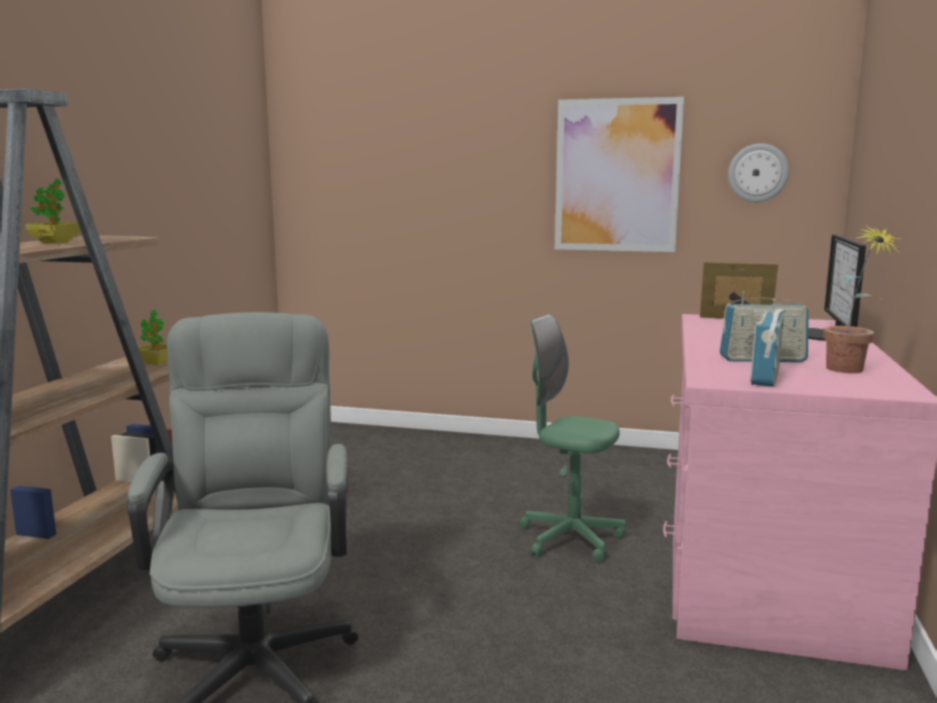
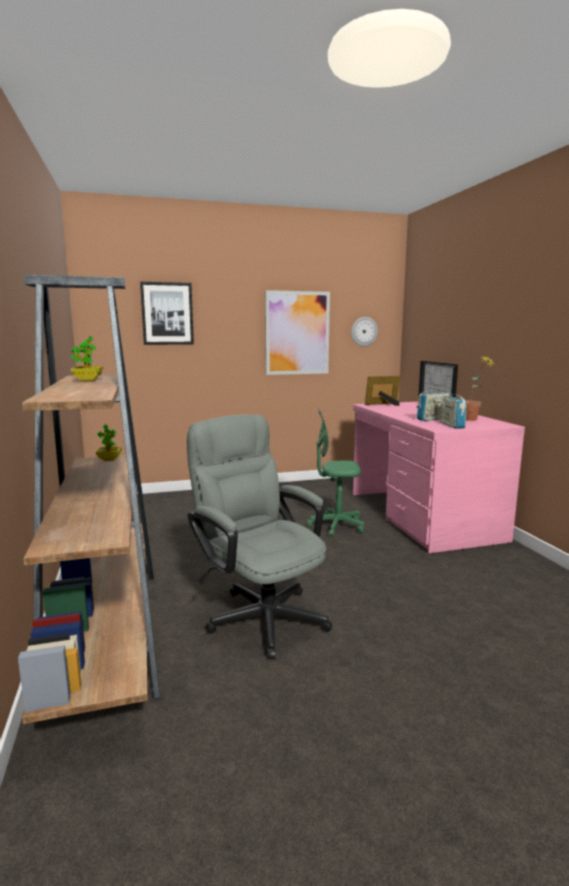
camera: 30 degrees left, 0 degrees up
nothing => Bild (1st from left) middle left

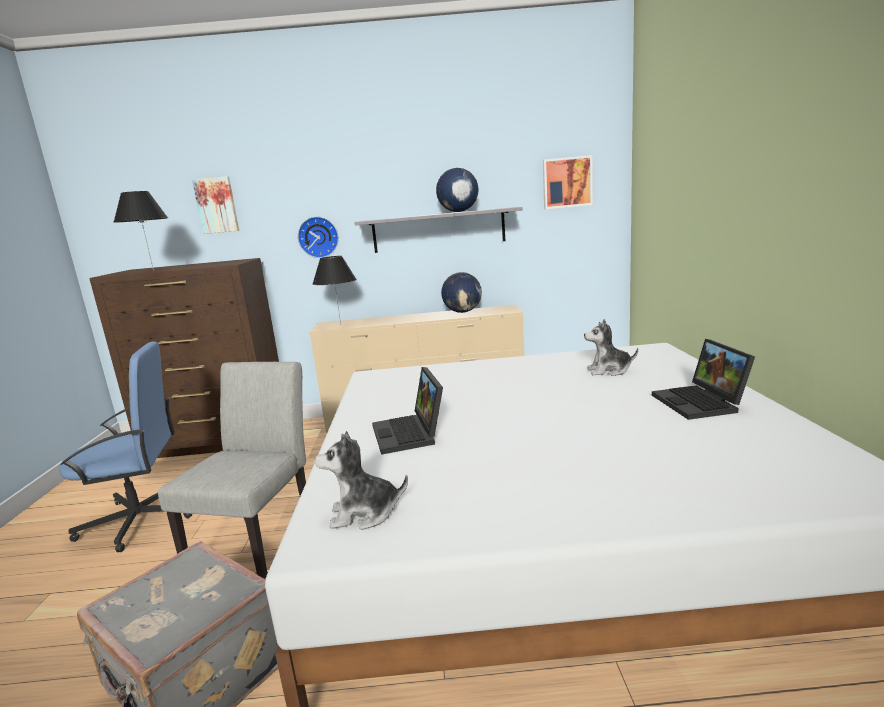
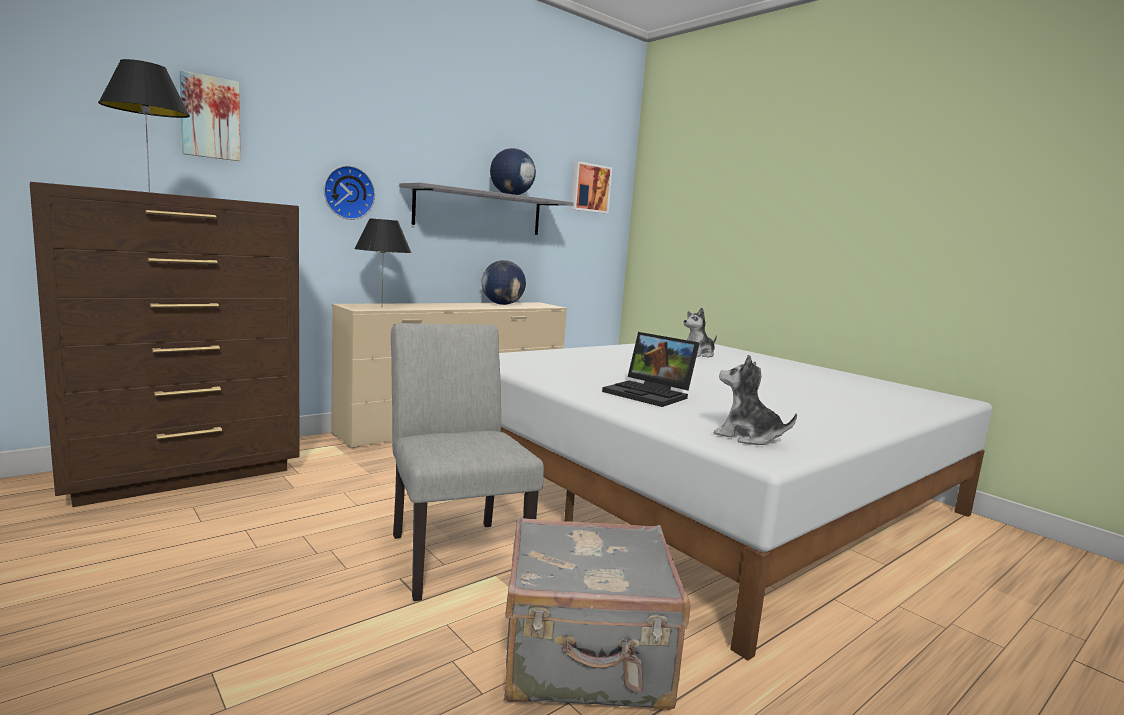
camera: 40 degrees left, 5 degrees down
Laptop (2nd from left) middle right => nothing
Bürostuhl (blau) middle left => nothing
Plüschtier (1st from left in the first image) bottom centre => Plüschtier (2nd from left) middle right, 75 degrees clockwise

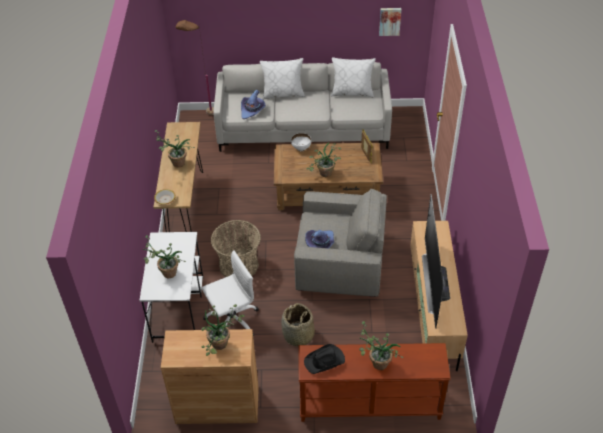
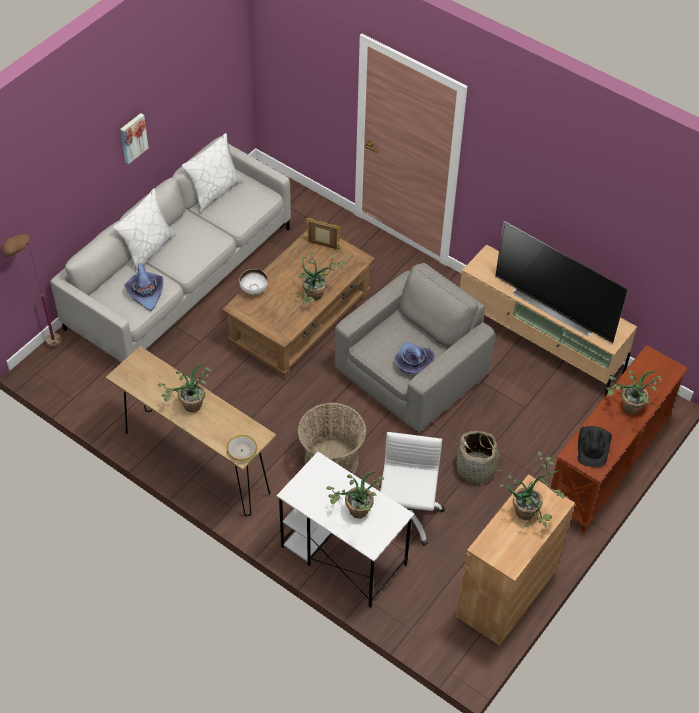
camera: 55 degrees left, 5 degrees up
Bild top centre => Bild top left, move

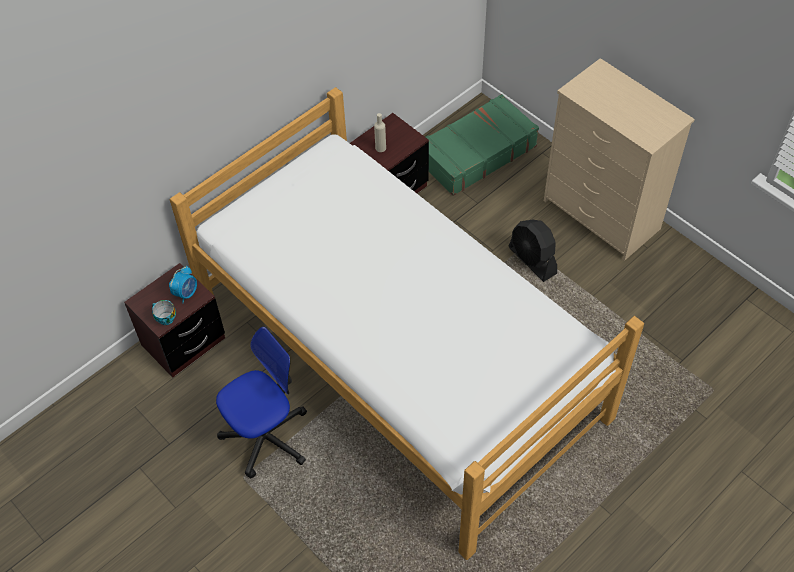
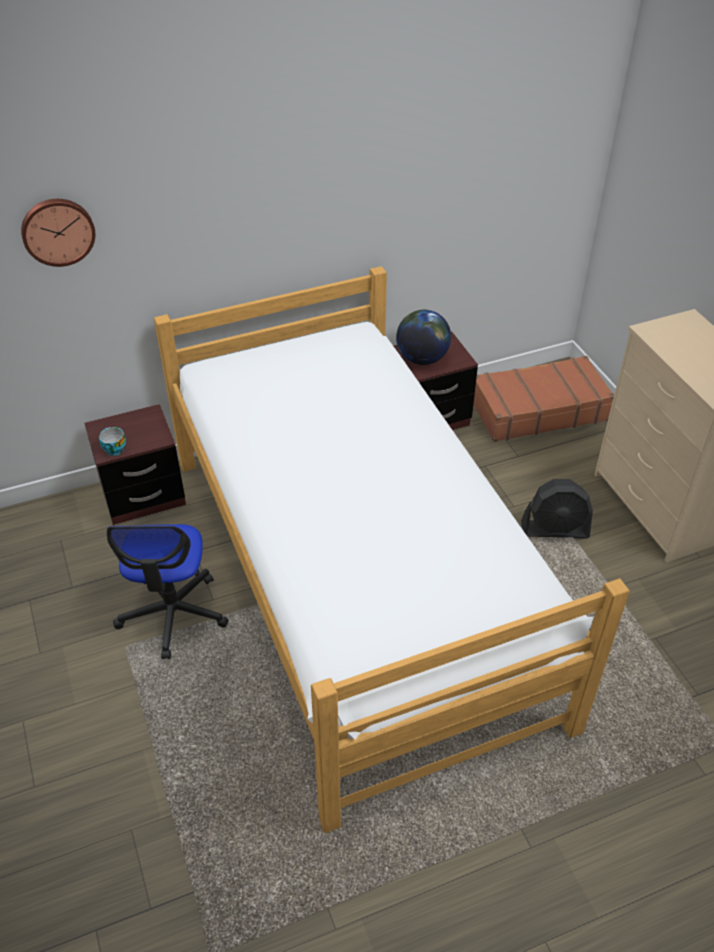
camera: 20 degrees right, 10 degrees down
Koffer (grün) top centre => Koffer (braun) middle right
Flasche (beige) top centre => Globus centre
Ventilator (schwarz) middle right, 75 degrees counterclockwise
Wecker middle left => nothing
Bürostuhl bottom left => Bürostuhl middle left, 105 degrees clockwise
nothing => Wanduhr top left

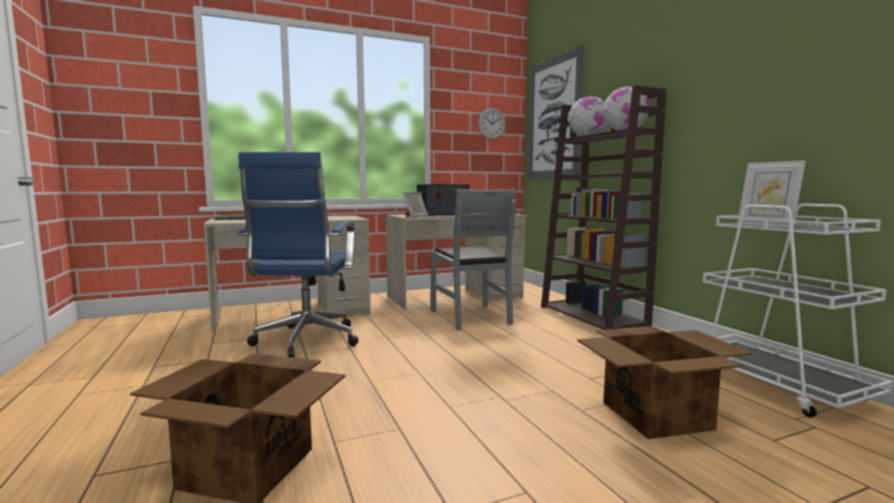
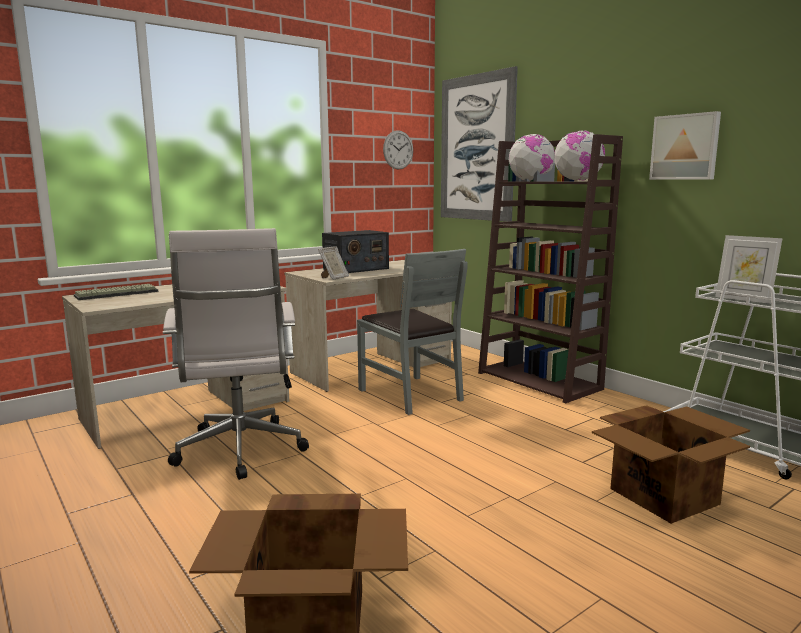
camera: 15 degrees left, 5 degrees up
Bürostuhl (blau) middle left => Bürostuhl (weiß) middle left
nothing => Bild (2nd from left) top right

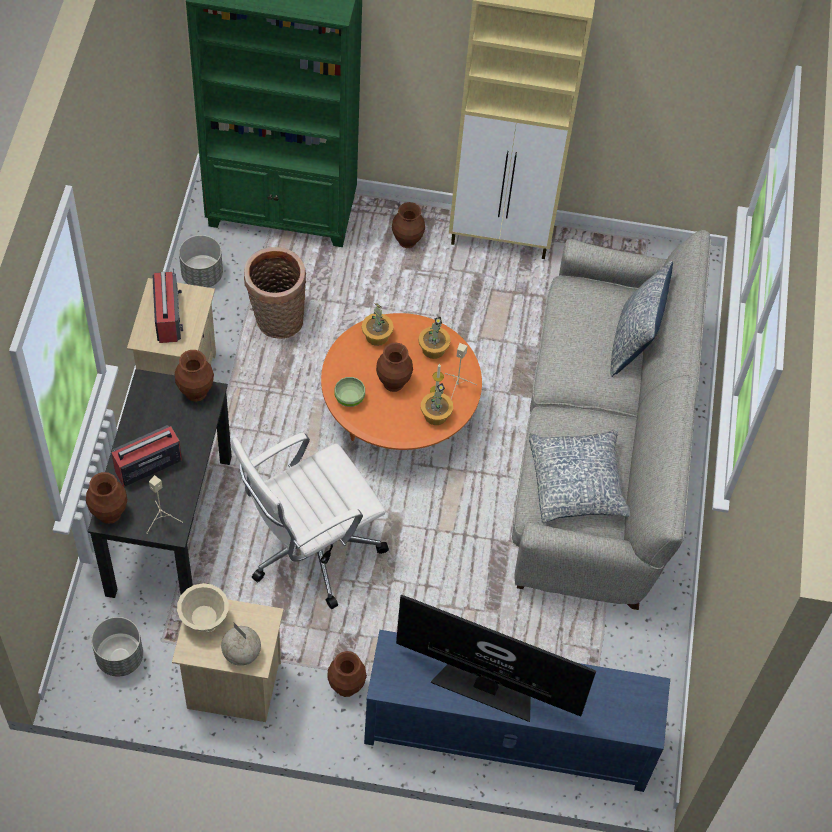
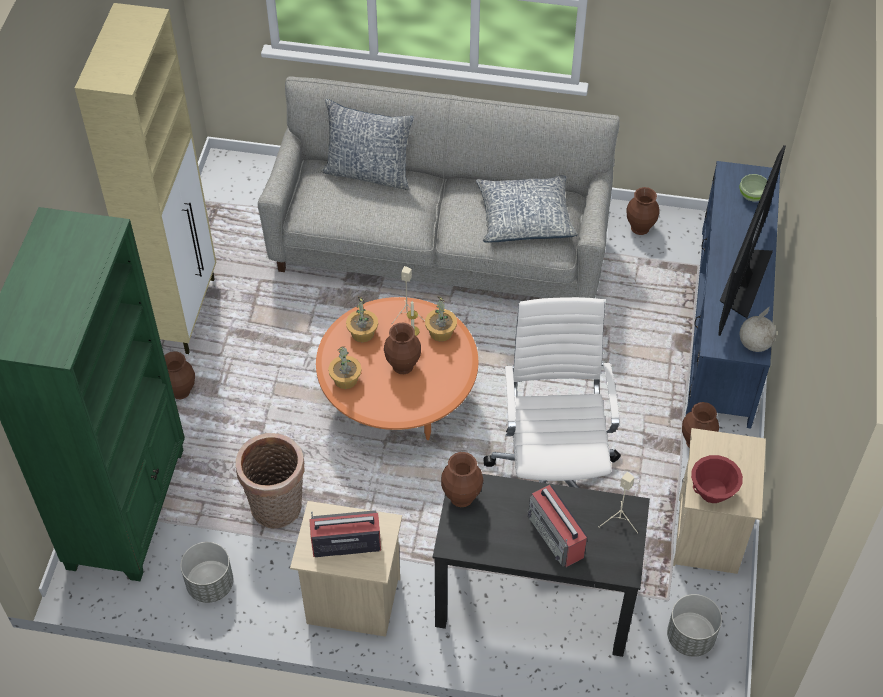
camera: 85 degrees left, 5 degrees down
Schüssel (grün) centre => Schüssel (grün) top right, move
Bürostuhl (weiß) centre, 150 degrees counterclockwise
Vase (braun) (1st from left in the first image) middle left => Vase (braun) (4th from left) top right, move
Schüssel (beige) bottom left => Schüssel (rot) bottom right
Globus bottom left => Globus middle right, move

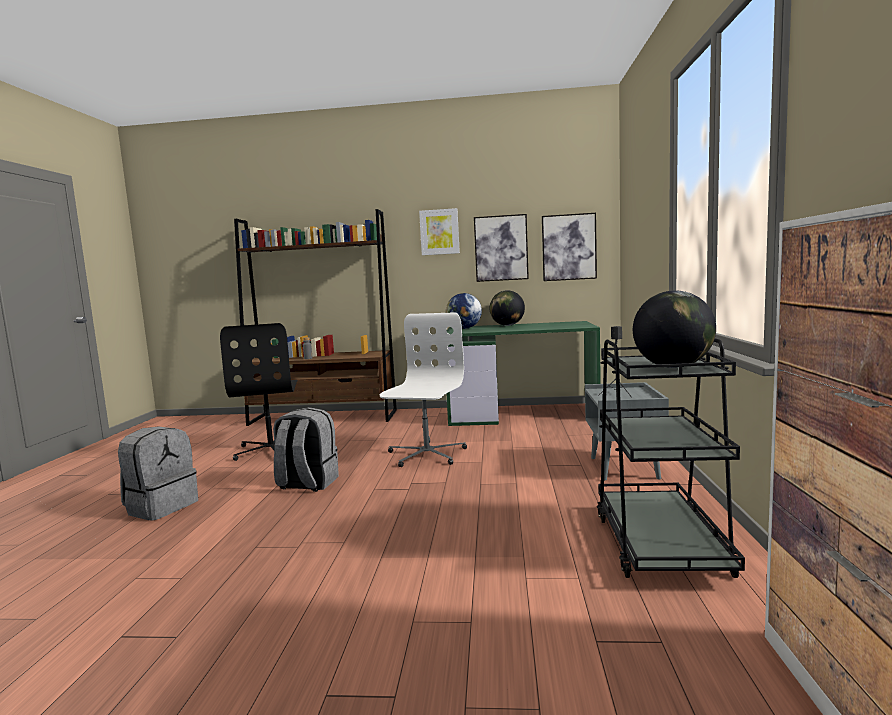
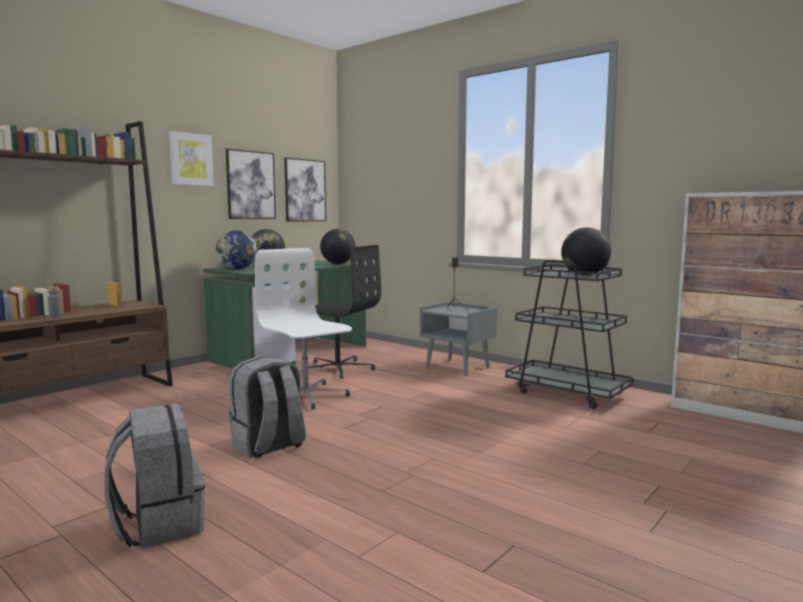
camera: 55 degrees left, 0 degrees up
Bürostuhl (schwarz) middle left => Bürostuhl (schwarz) centre, move
nothing => Globus (3rd from left) centre

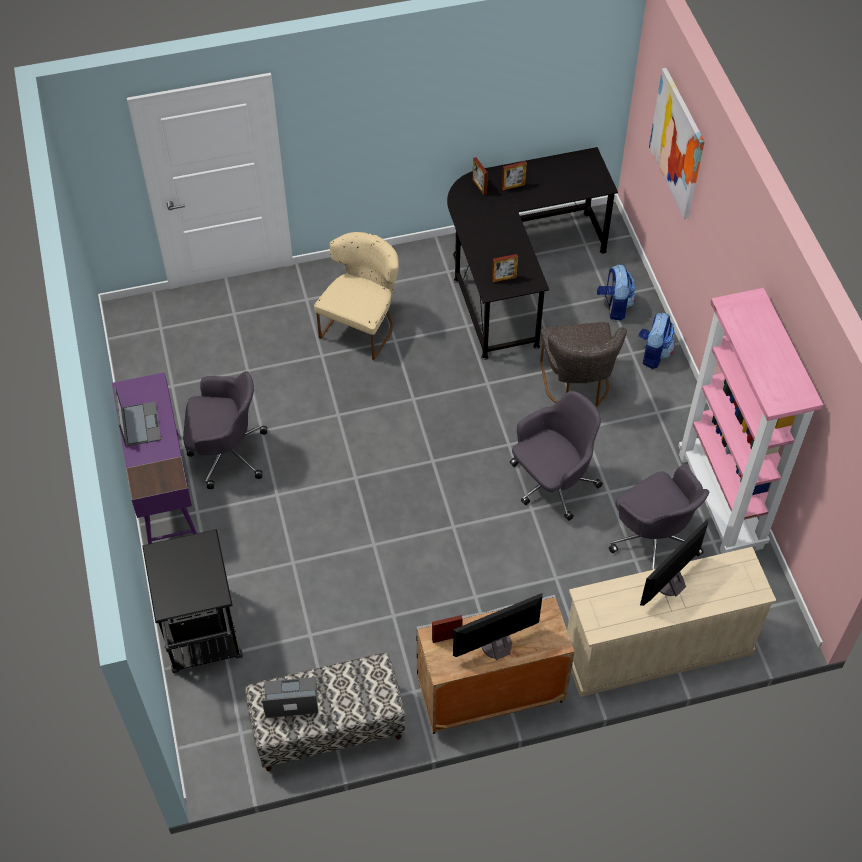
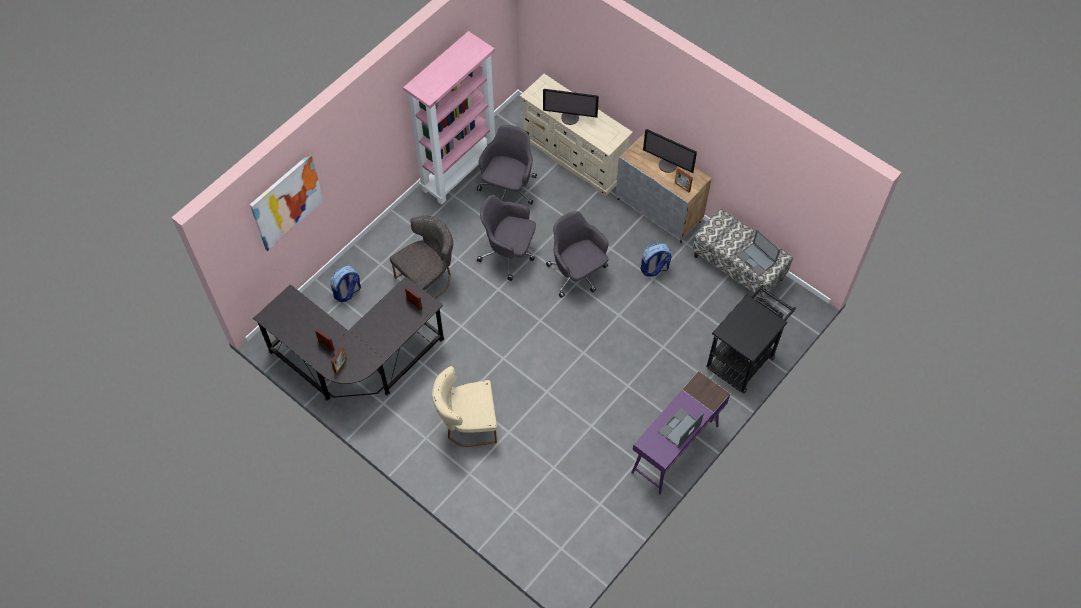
camera: 125 degrees left, 5 degrees up
Rucksack (2nd from left) middle right => Rucksack (2nd from left) centre, move
Bürostuhl (grau) (1st from left in the first image) middle left => Bürostuhl (grau) (3rd from left) centre, move

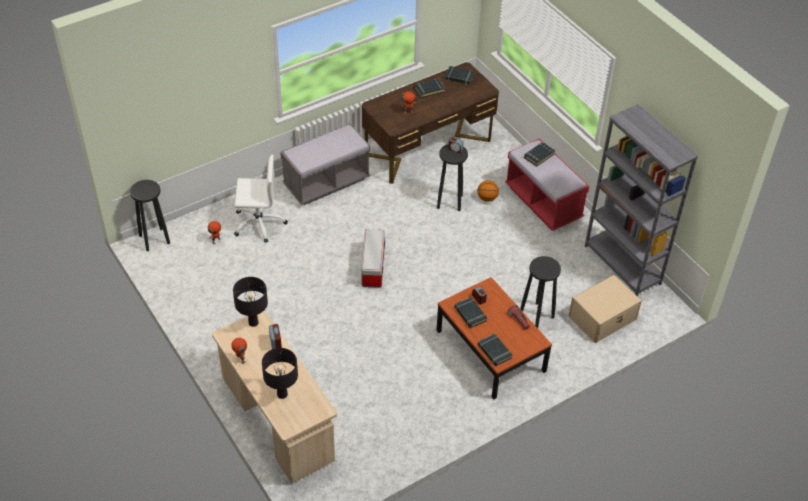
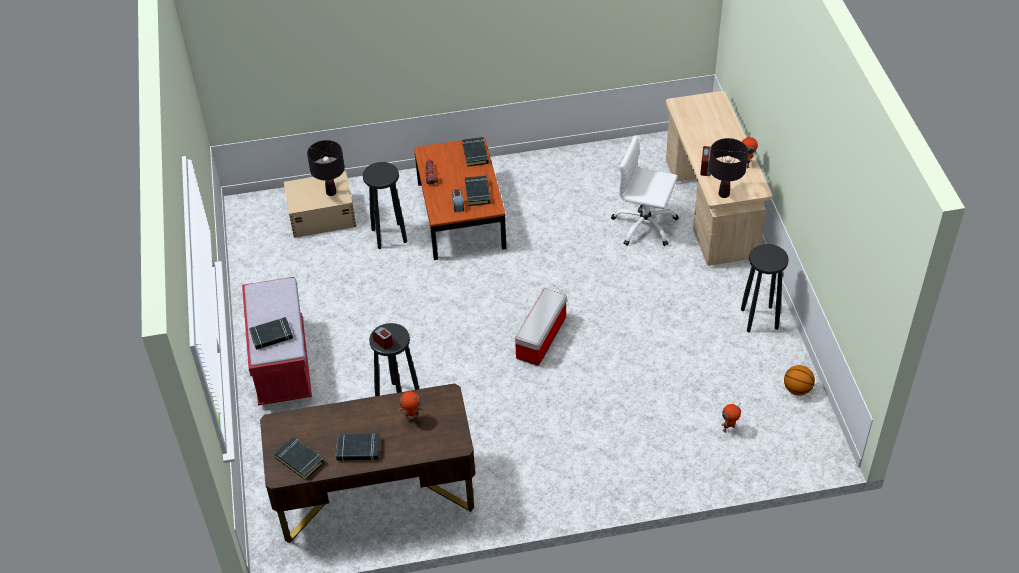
camera: 155 degrees left, 0 degrees up
Bücherregal (grau) middle right => nothing
Bank (grau) top centre => nothing
Bürostuhl (weiß) middle left => Bürostuhl (weiß) top centre, move
Hocker (schwarz) (1st from left in the first image) middle left => Hocker (schwarz) (3rd from left) middle right, move
Basketball centre => Basketball middle right, move
Tischlampe (schwarz) (2nd from left in the first image) bottom centre => Tischlampe (schwarz) (1st from left) top left, move

